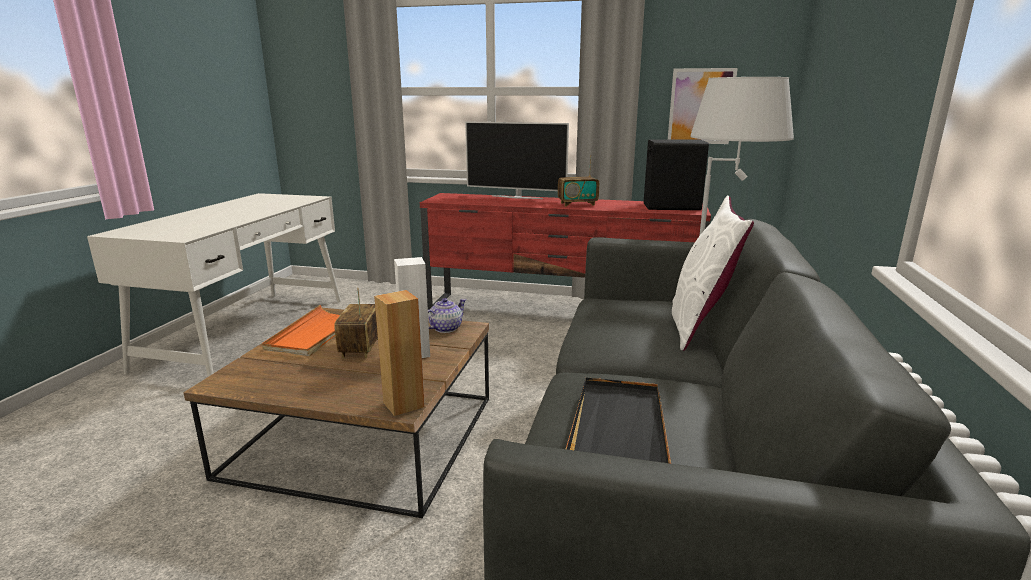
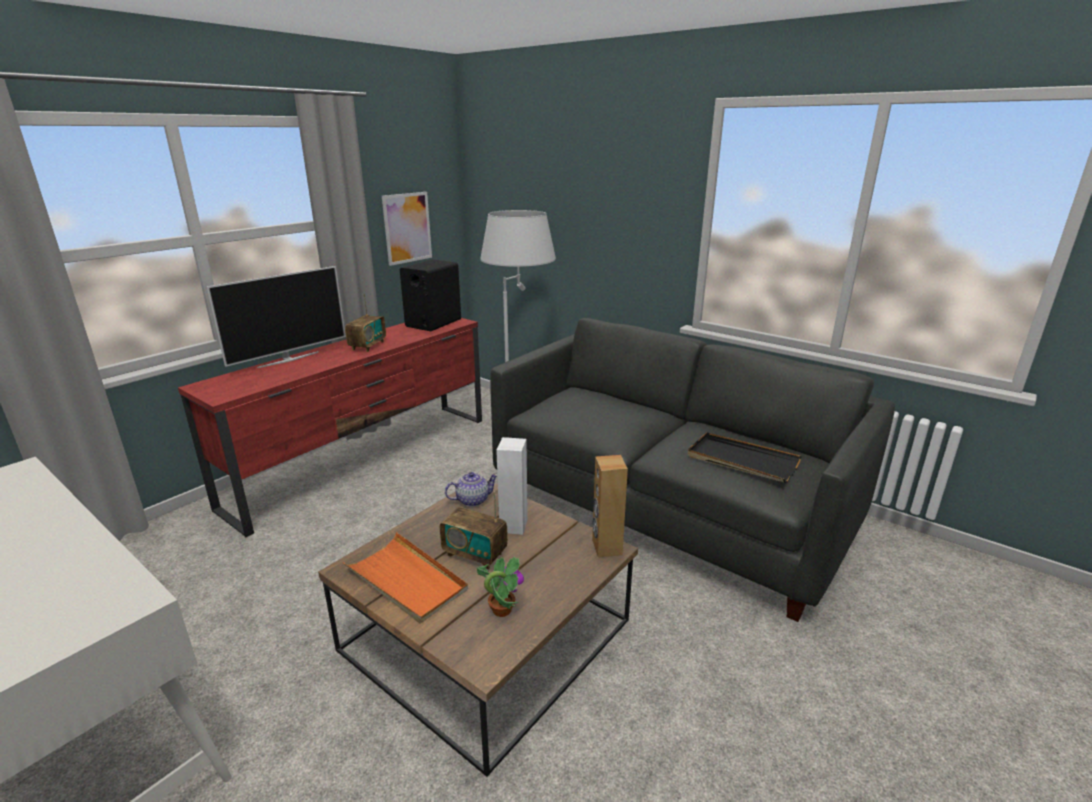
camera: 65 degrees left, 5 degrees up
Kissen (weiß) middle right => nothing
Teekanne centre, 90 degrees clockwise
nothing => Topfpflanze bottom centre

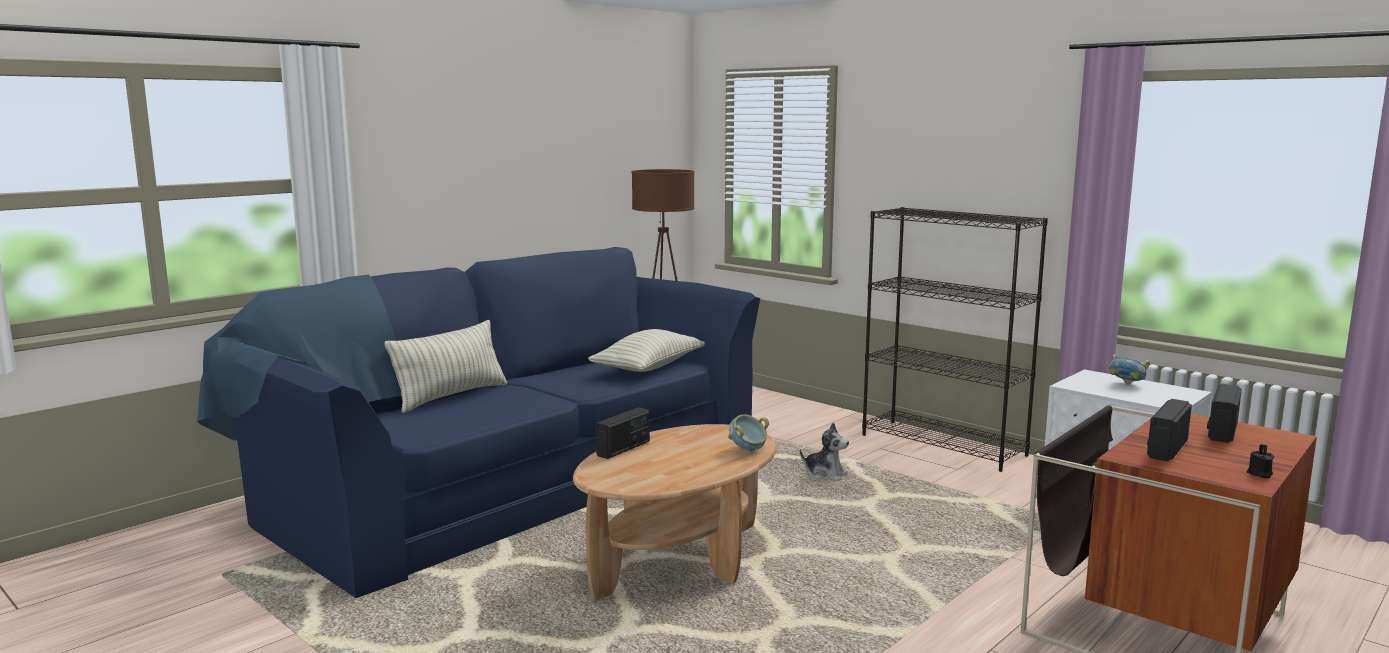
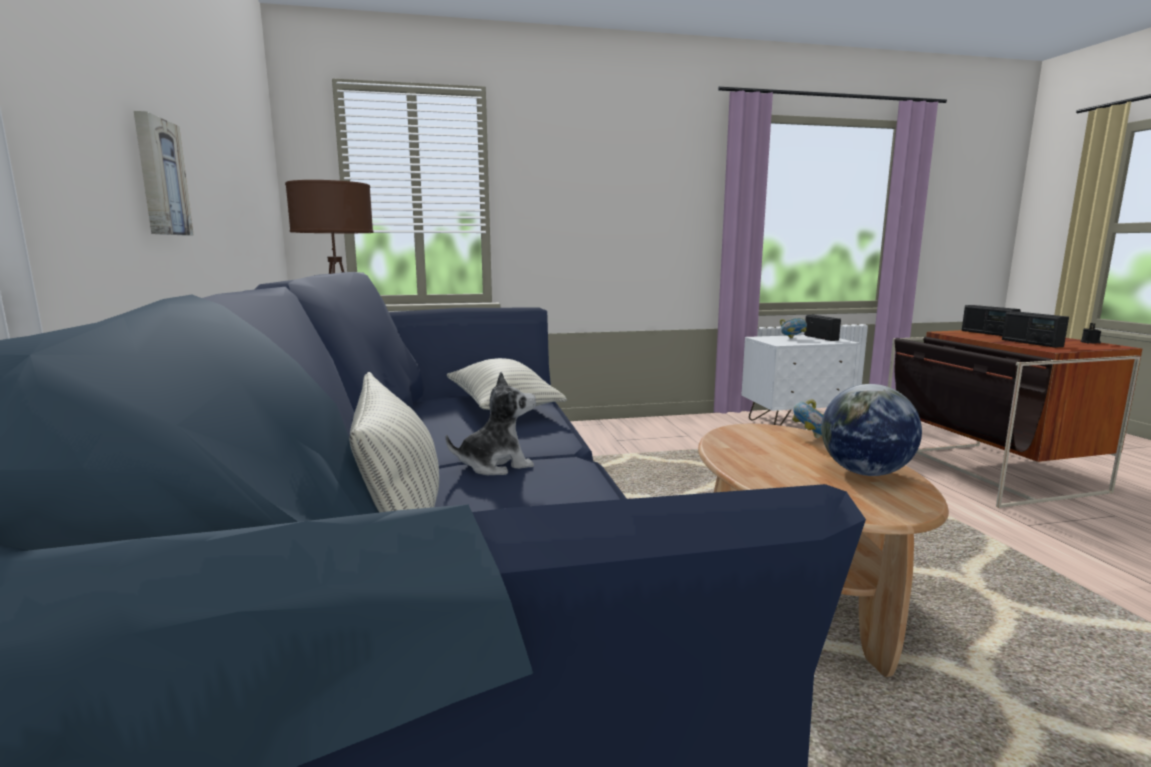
camera: 55 degrees left, 0 degrees up
Bücherregal (schwarz) middle right => nothing
Radio (1st from left) centre => Radio (1st from left) middle right, move
Plüschtier bottom centre => Plüschtier centre, move
nothing => Bild top left
nothing => Globus middle right

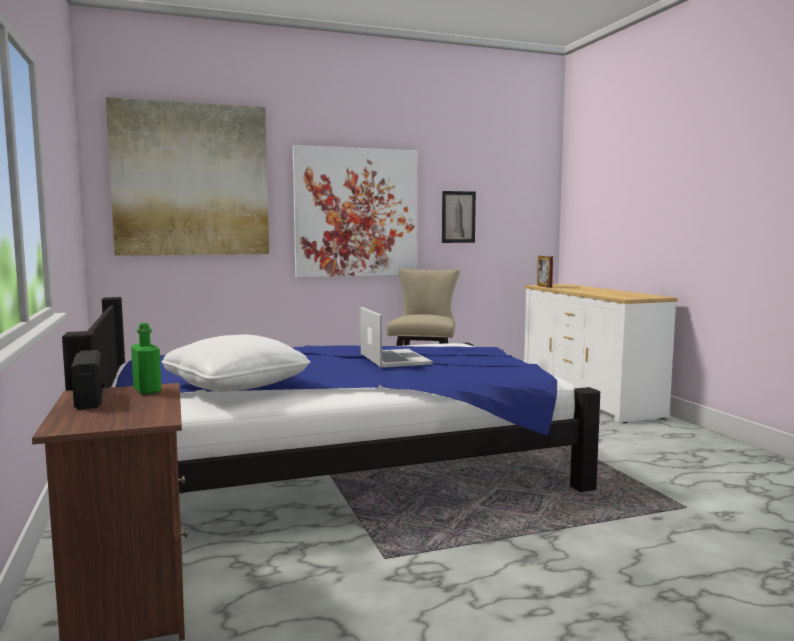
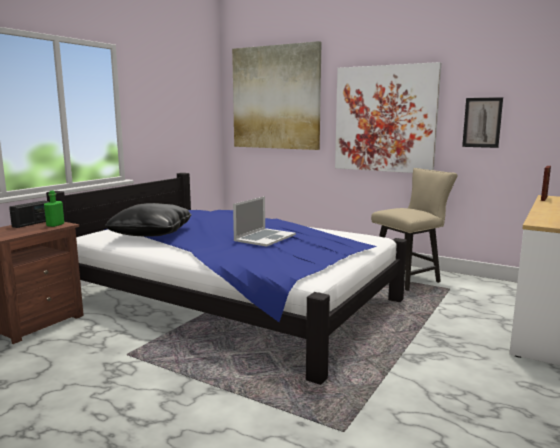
camera: 50 degrees right, 5 degrees up
Kissen (weiß) middle left => Kissen (schwarz) middle left

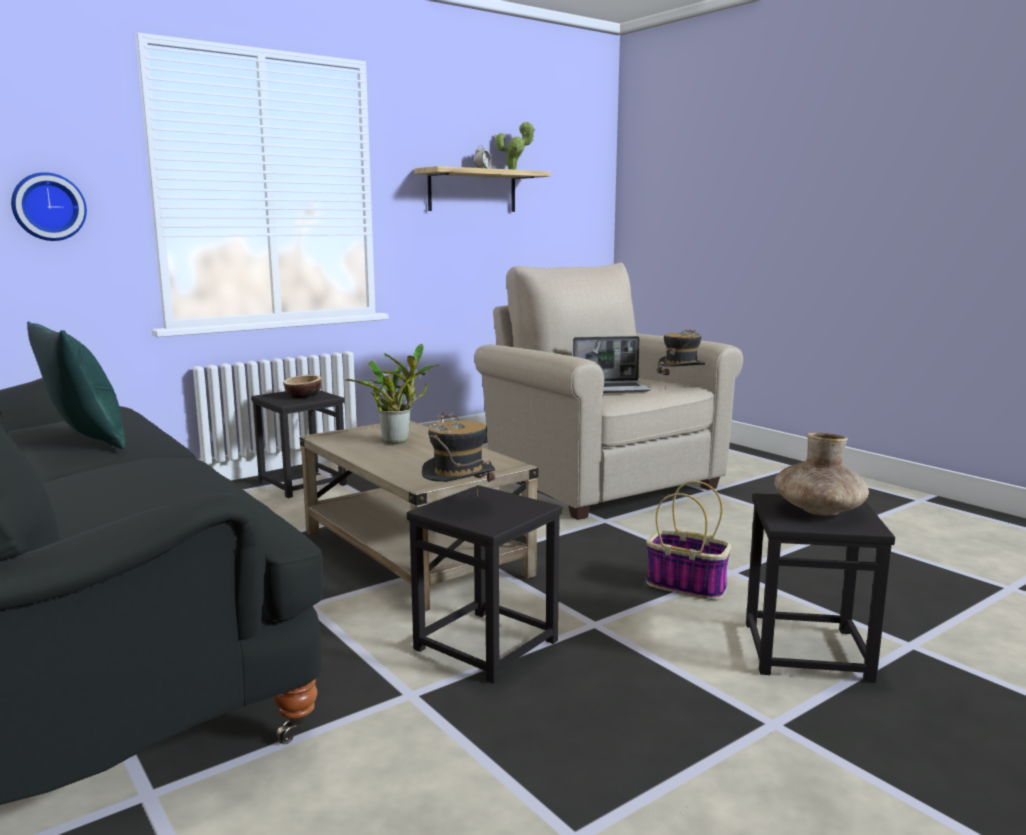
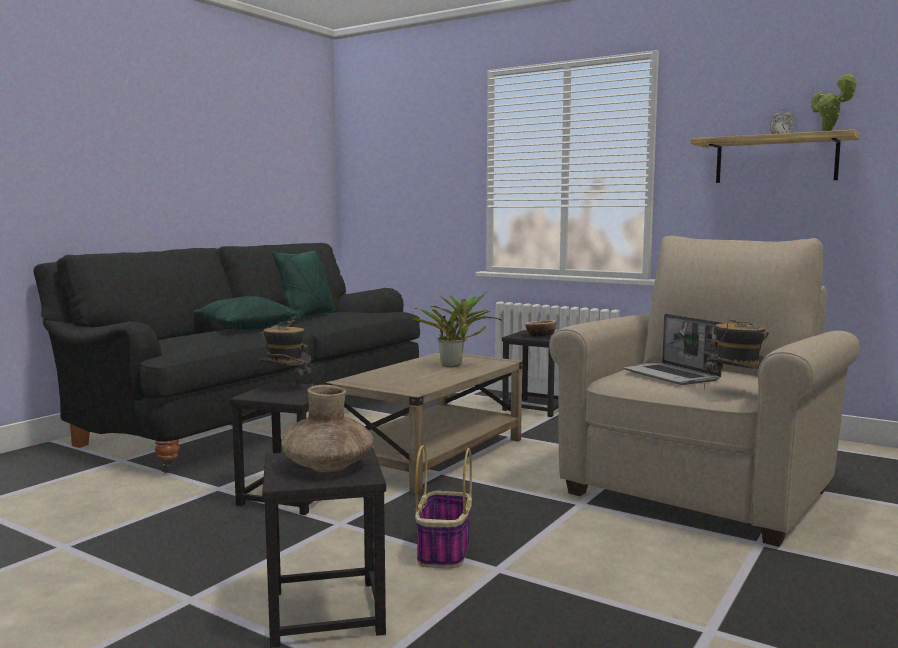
camera: 70 degrees right, 5 degrees down
Wanduhr top left => nothing
nothing => Kissen (grün) (1st from left) middle left

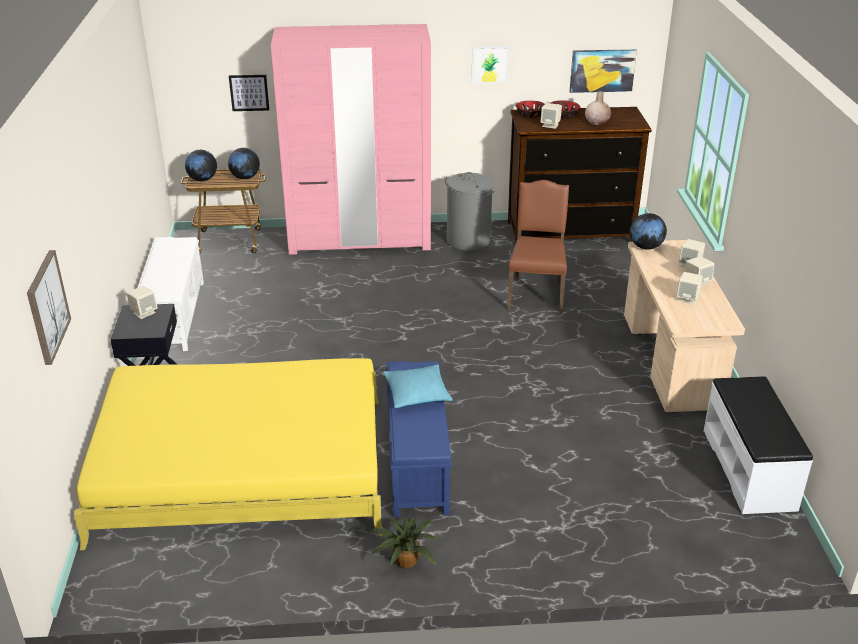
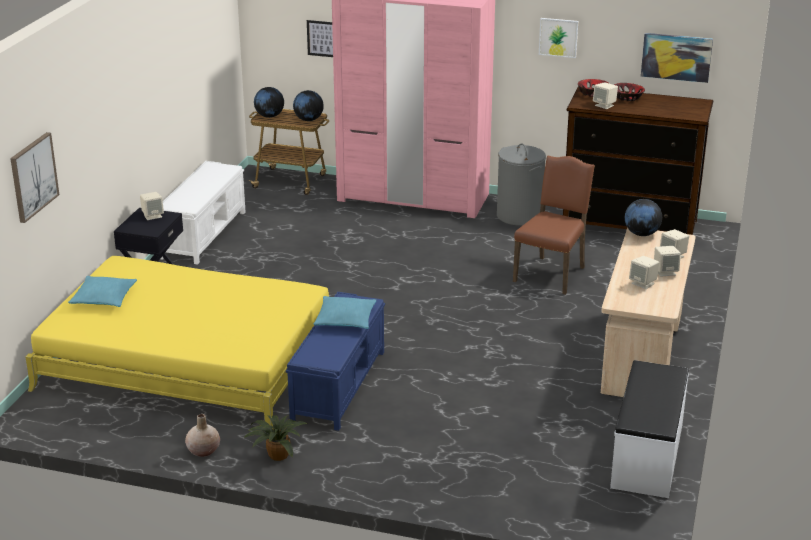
camera: 20 degrees right, 5 degrees down
Vase (beige) top right => Vase (beige) bottom left, move
nothing => Kissen (türkis) (1st from left) middle left

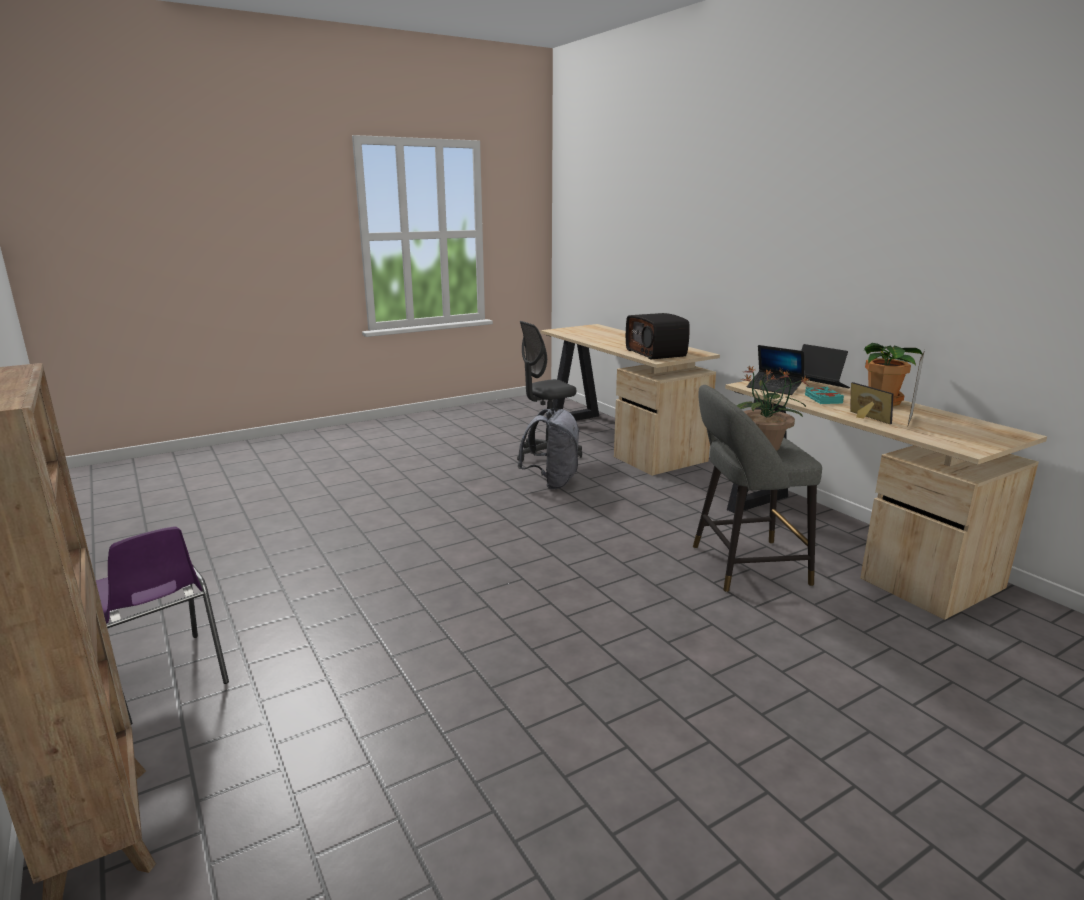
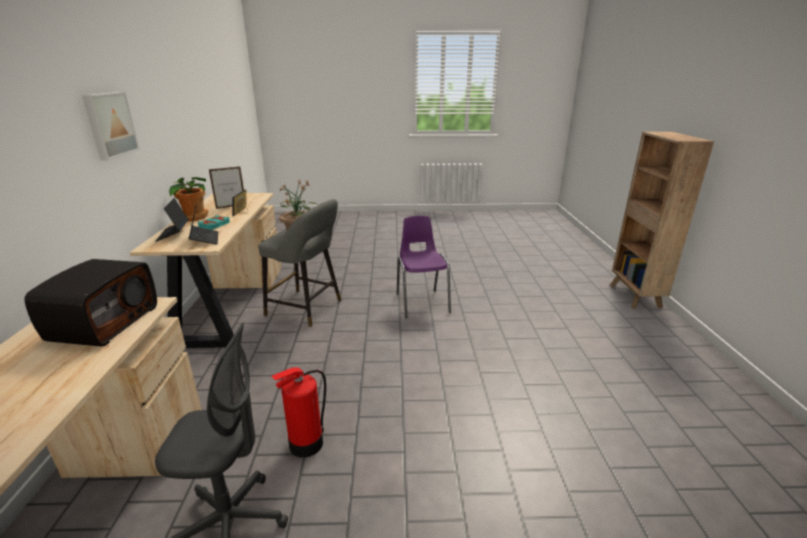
camera: 150 degrees left, 5 degrees up
Rucksack (grau) centre => Feuerlöscher bottom centre
Stuhl (lila) bottom left => Stuhl (lila) centre, move
nothing => Bild top left

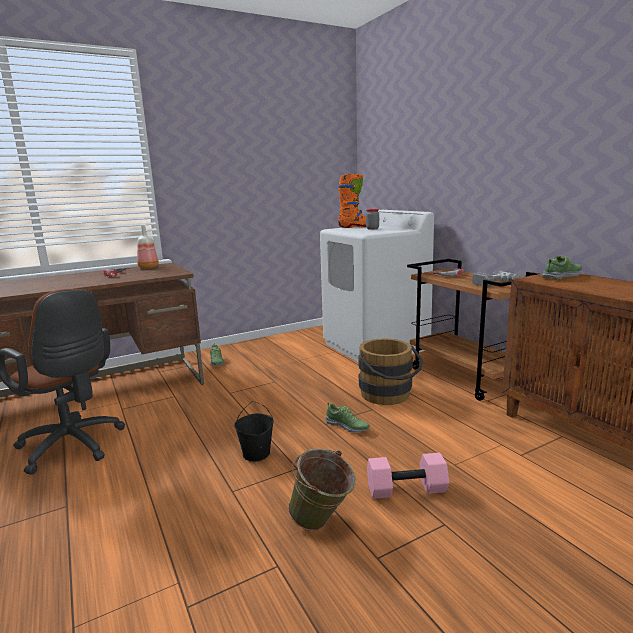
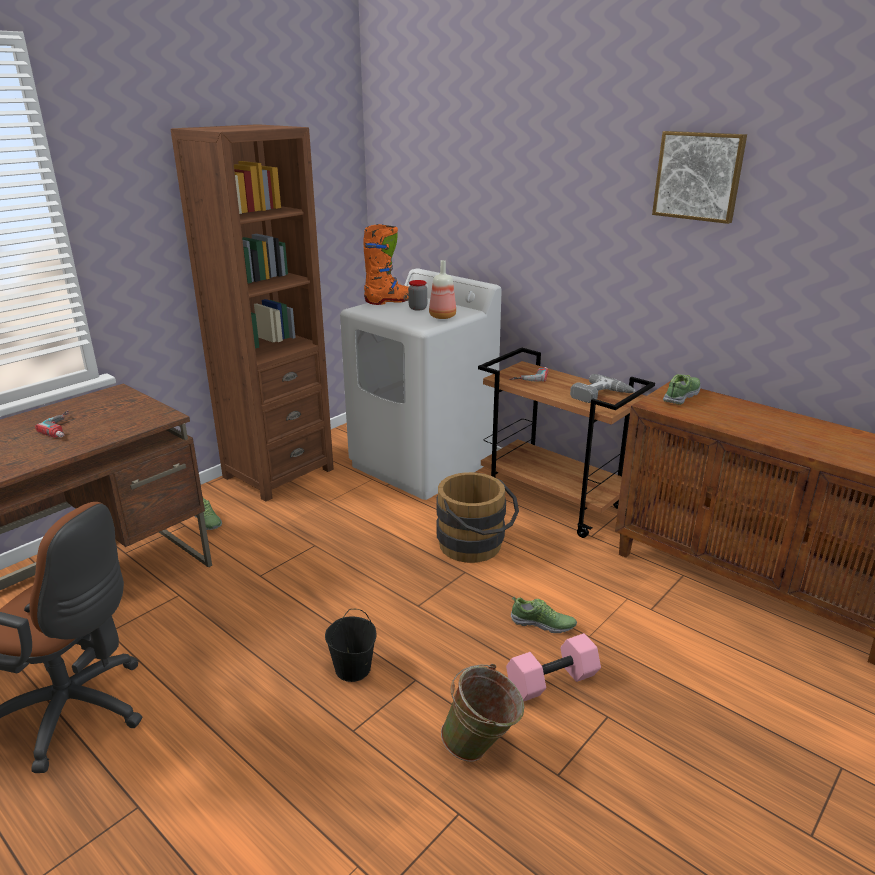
camera: 20 degrees left, 10 degrees up
Flasche middle left => Flasche top centre, move
Schuh (2nd from left) centre => Schuh (2nd from left) bottom centre, move
nothing => Bücherregal (braun) middle left
nothing => Bild top right

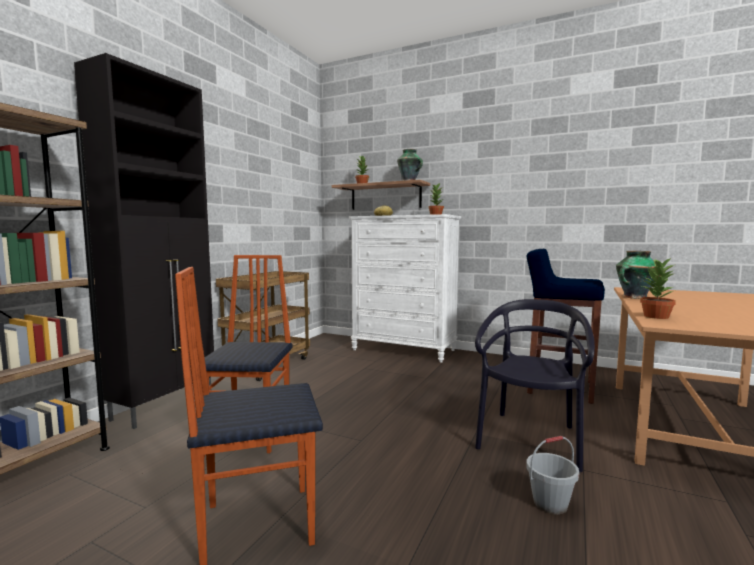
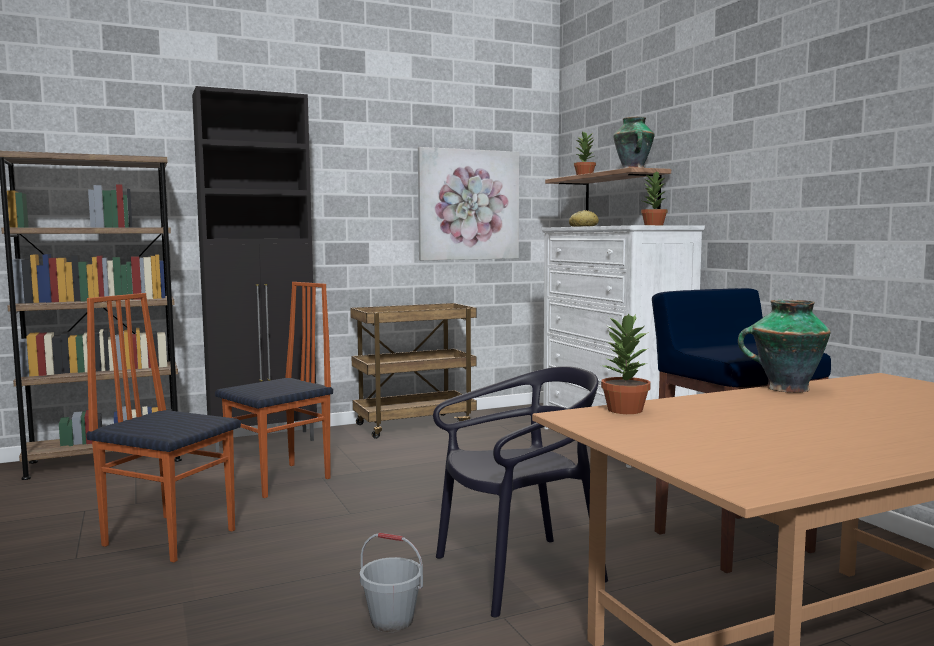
camera: 40 degrees right, 0 degrees up
nothing => Bild top centre

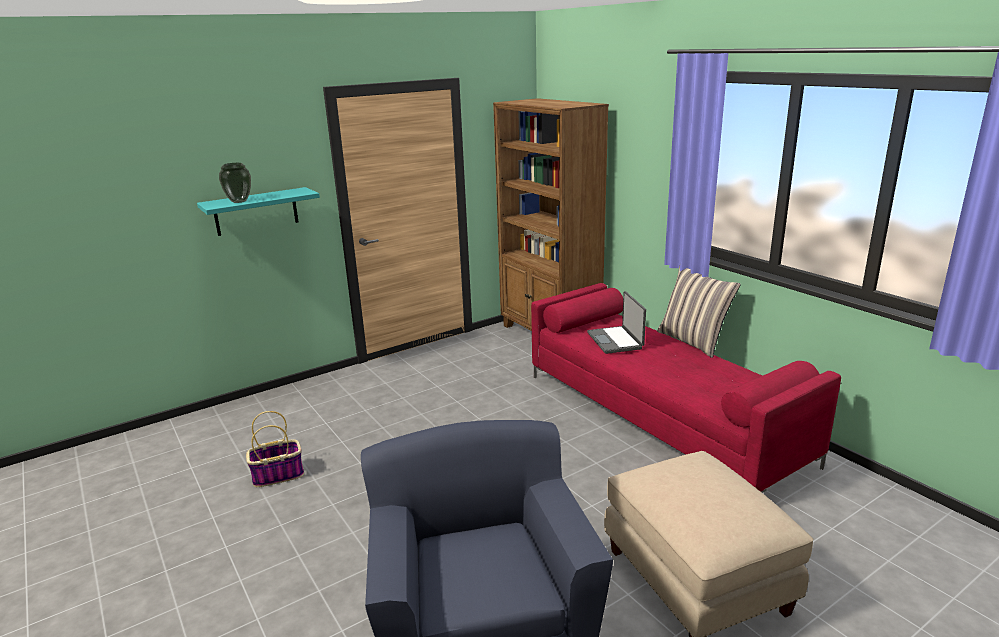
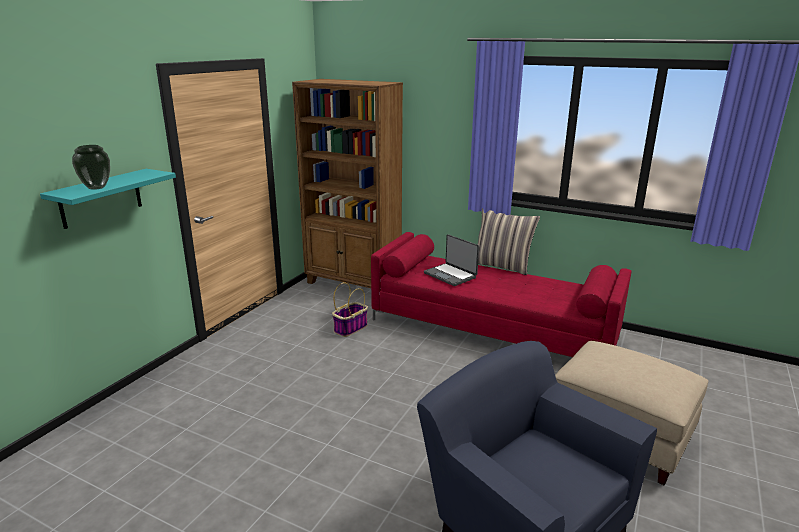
camera: 30 degrees left, 0 degrees up
Korb bottom left => Korb centre, move

